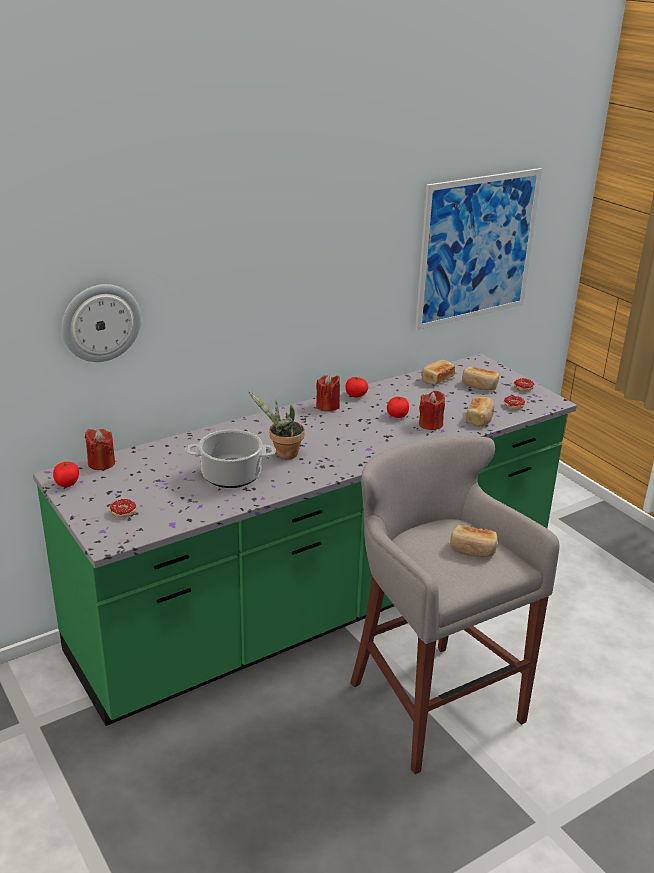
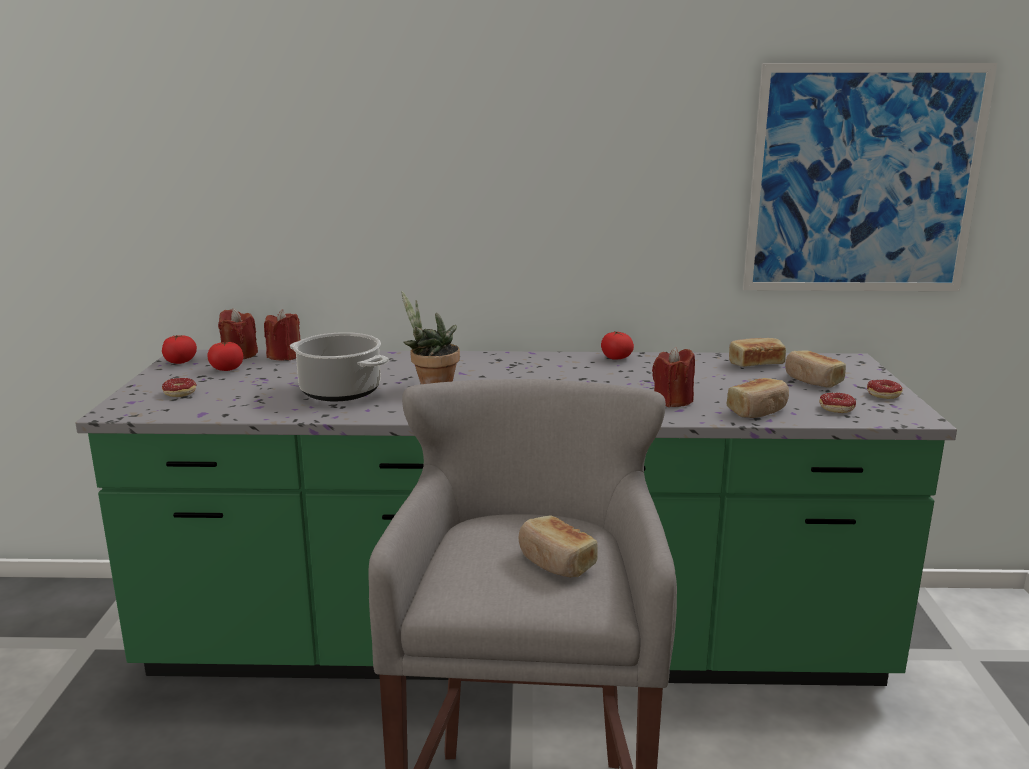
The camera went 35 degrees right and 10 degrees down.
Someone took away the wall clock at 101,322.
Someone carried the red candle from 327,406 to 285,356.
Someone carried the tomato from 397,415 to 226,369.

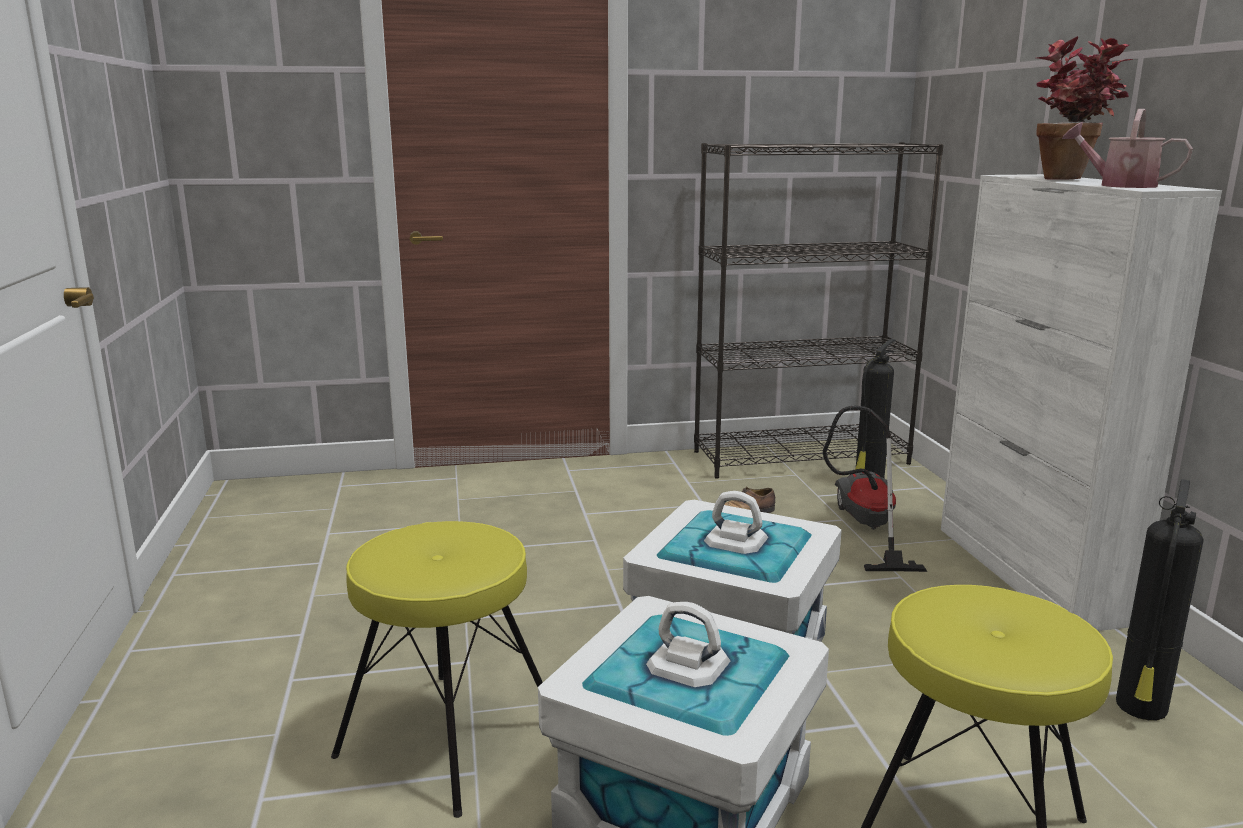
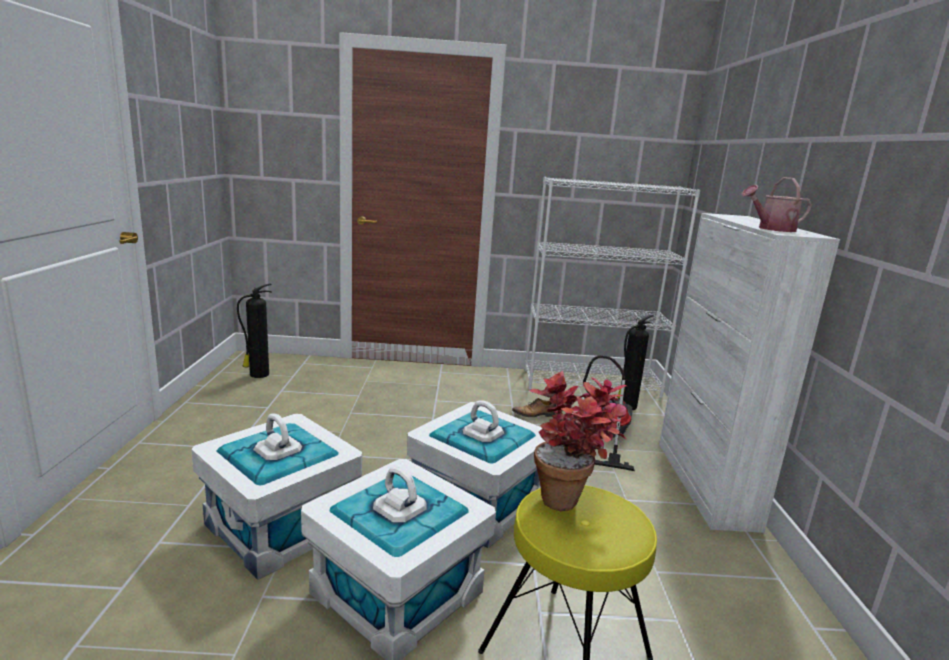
The camera went 10 degrees right and 0 degrees up.
Someone swapped the yellow stool at 450,738 for the white storage box at 282,526.
Someone repainted the black bookcase at 801,457, which became the white bookcase at 591,383.
Someone carried the potted plant from 1070,178 to 571,499.
Someone rotated the watering can at 1119,185 by 60 degrees counterclockwise.
Someone carried the fire extinguisher from 1140,709 to 258,375.

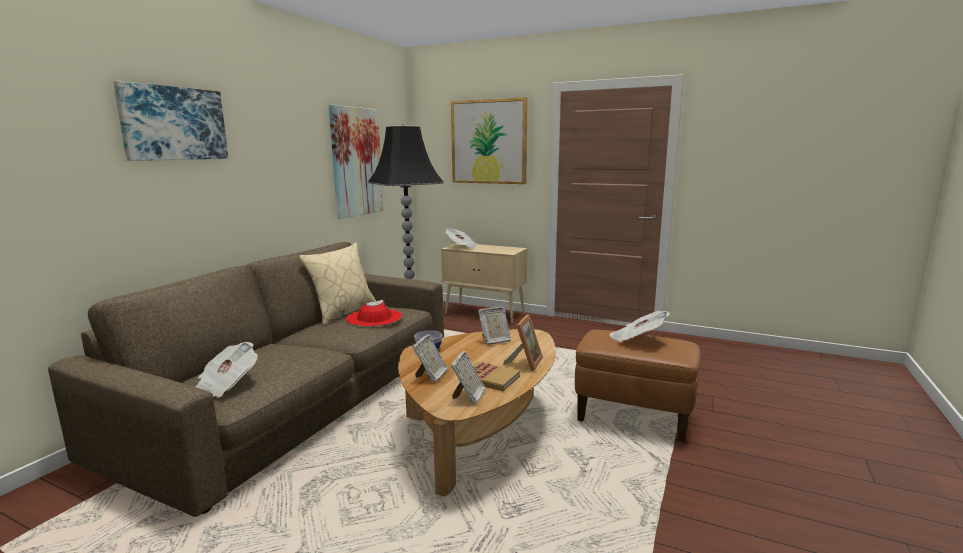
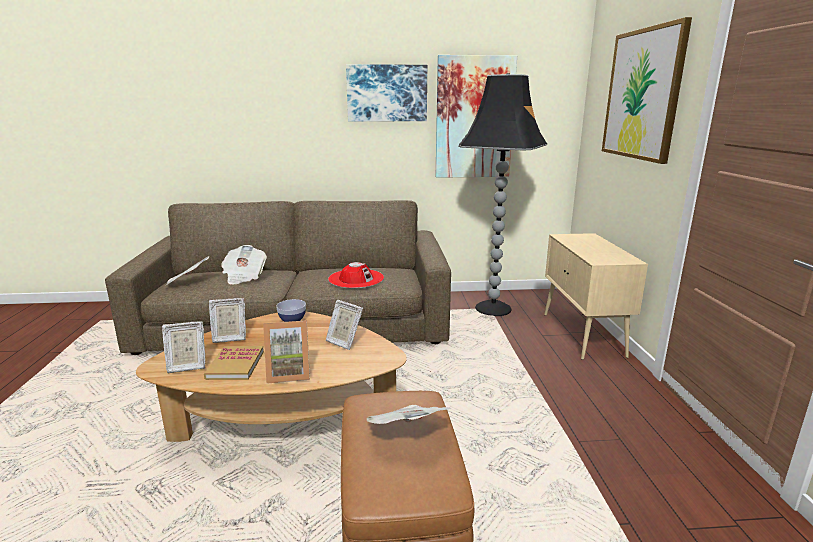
The camera went 60 degrees right and 5 degrees up.
Someone carried the picture from 174,123 to 387,93.
Someone took away the beige pillow at 343,312.
Someone carried the newspaper from 461,247 to 244,276.

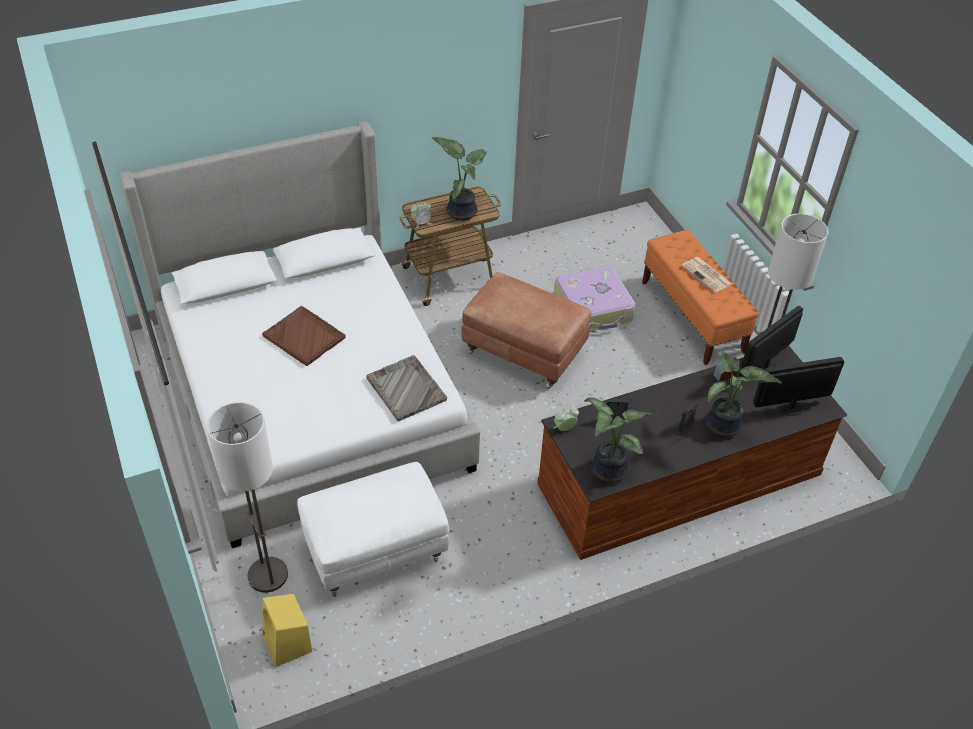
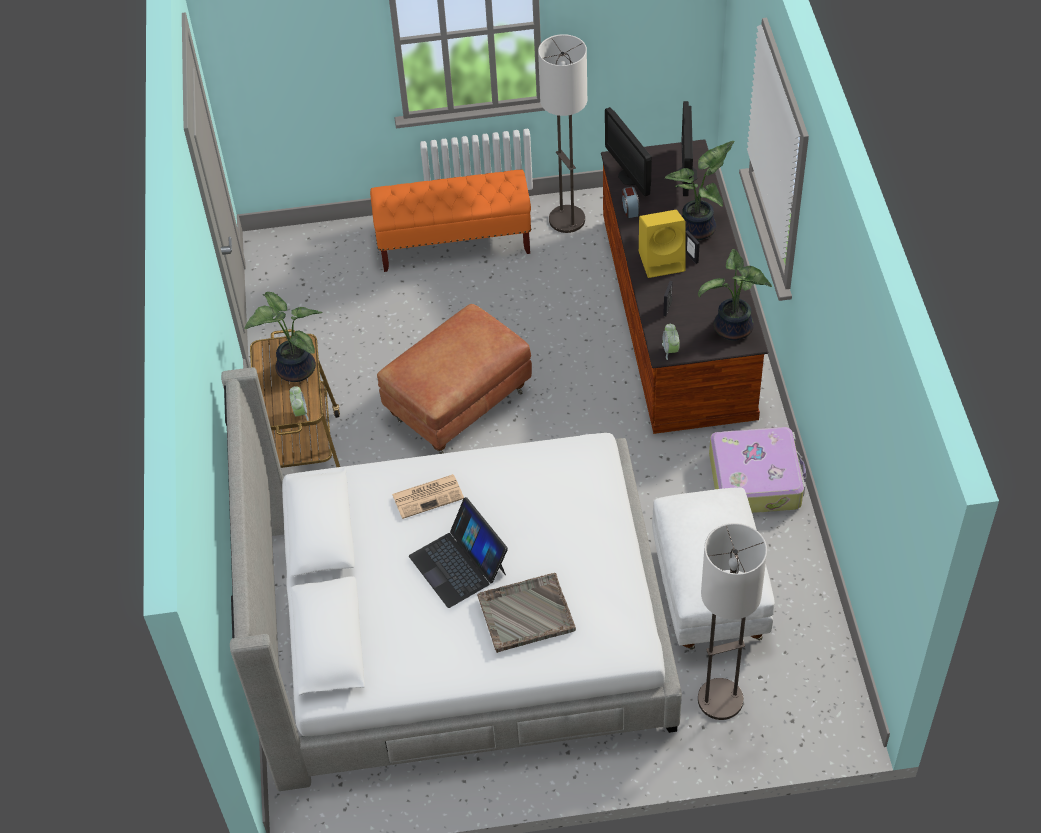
The camera went 70 degrees left and 5 degrees up.
Someone swapped the brown tray at 304,337 for the laptop at 458,564.
Someone carried the yellow speaker from 288,644 to 663,260.
Someone carried the grey tray from 406,388 to 525,614.
Someone carried the suitcase from 593,309 to 755,479.
Someone carried the newspaper from 707,275 to 428,496.

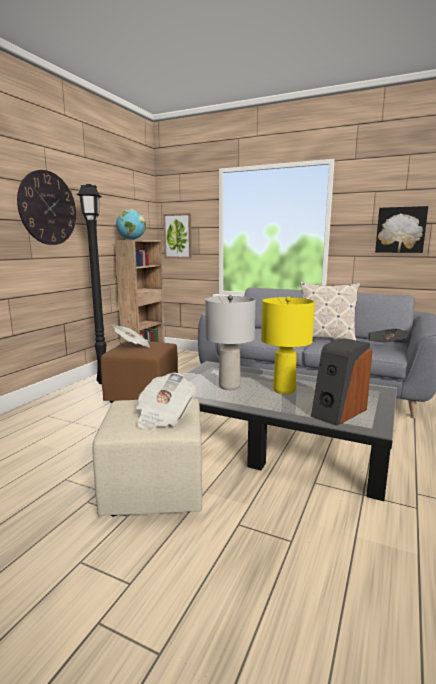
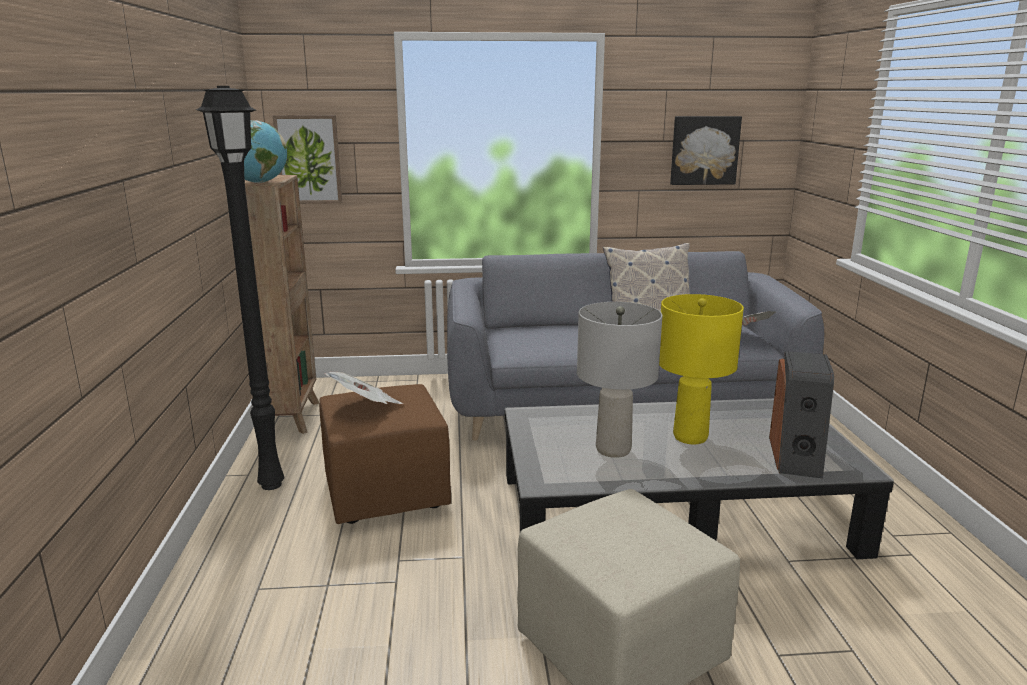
The camera went 30 degrees left and 5 degrees up.
Someone took away the wall clock at 48,208.
Someone took away the newspaper at 164,416.

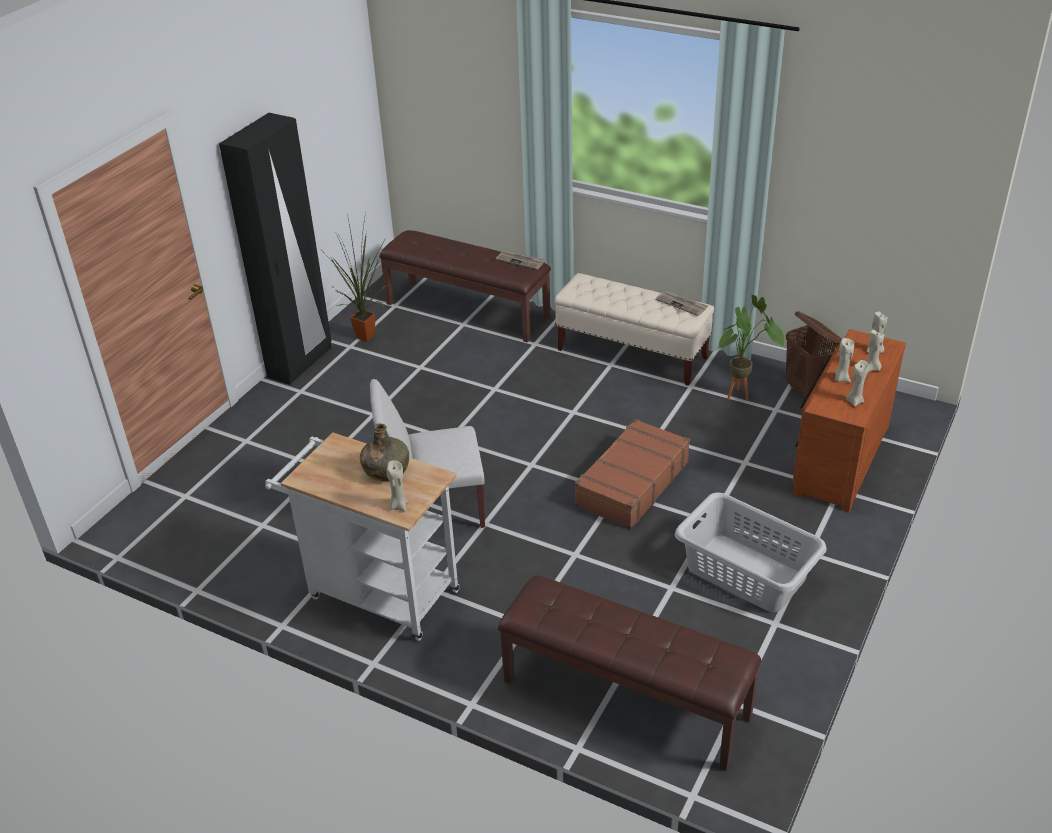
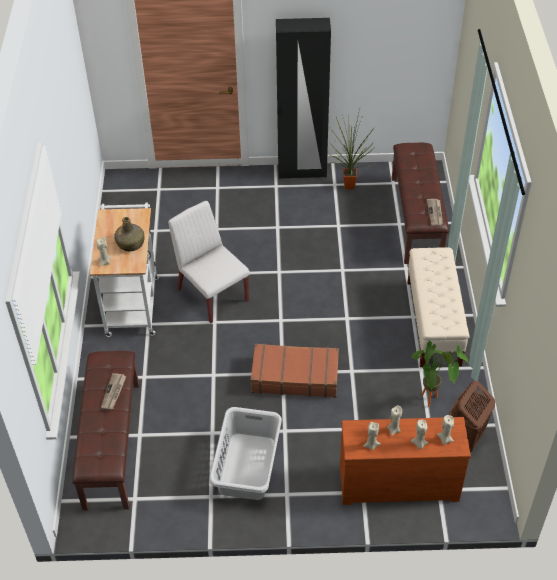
The camera went 60 degrees right and 10 degrees up.
Someone carried the newspaper from 682,304 to 114,392.

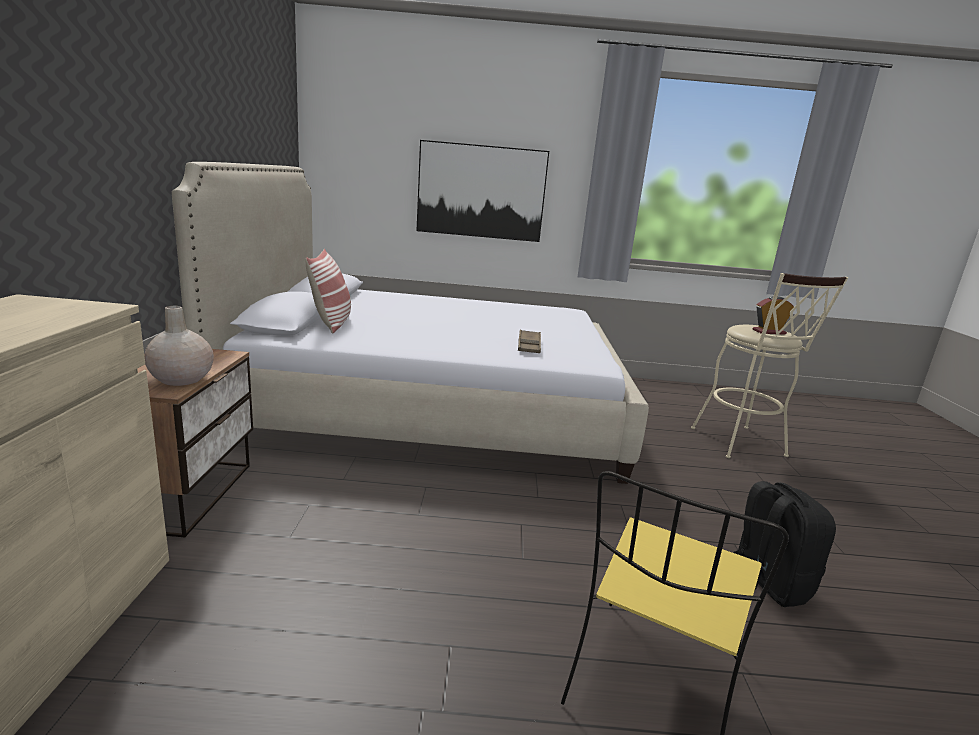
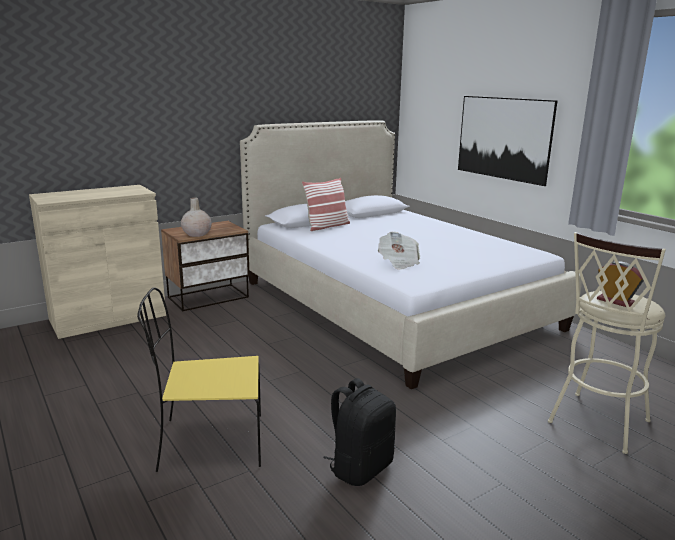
The camera went 55 degrees right and 0 degrees up.
Someone swapped the brown tray at 529,345 for the newspaper at 398,262.

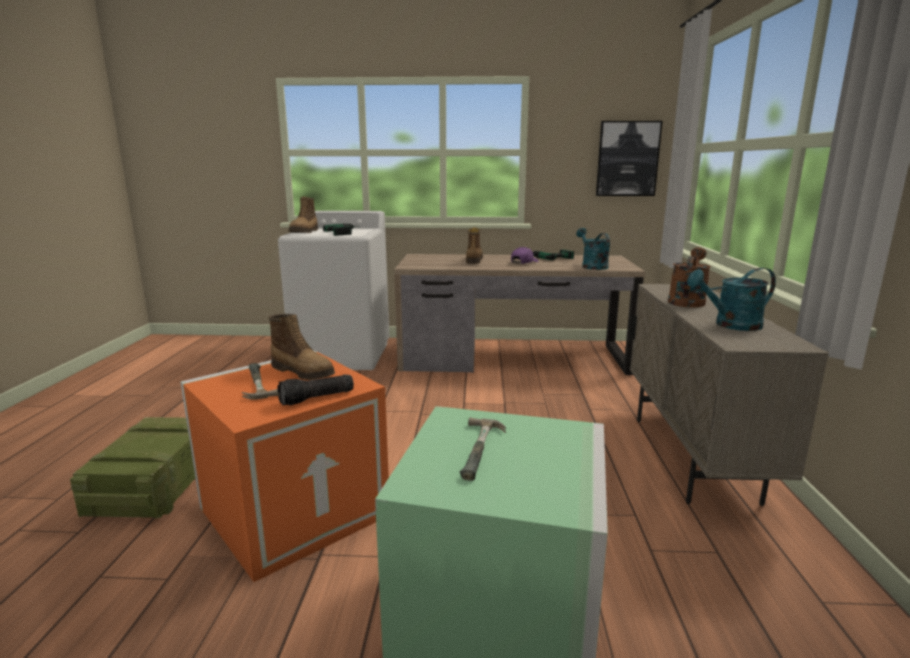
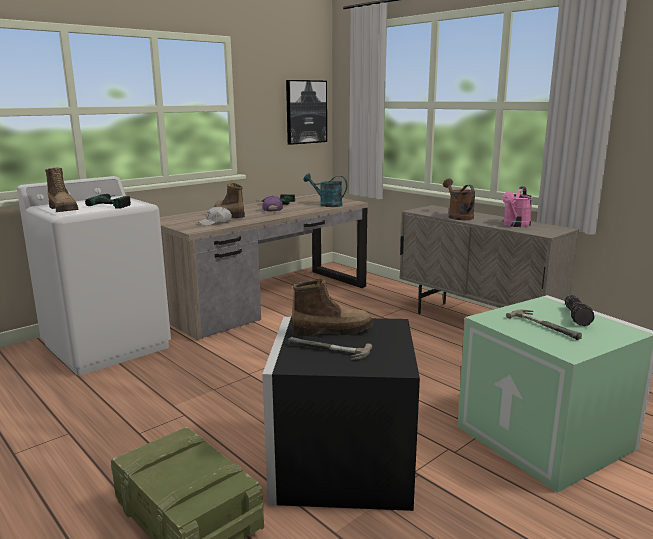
The camera went 45 degrees left and 0 degrees up.
Someone repainted the orange storage box at 295,509, which became the black storage box at 340,461.
Someone carried the flashlight from 317,398 to 577,317.
Someone repainted the turquoise watering can at 731,325, which became the pink watering can at 515,225.
Someone put down the white cap at 215,223.

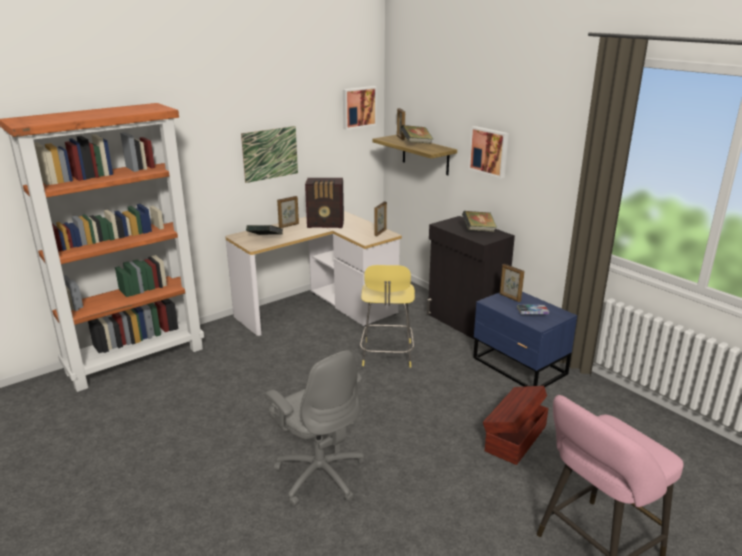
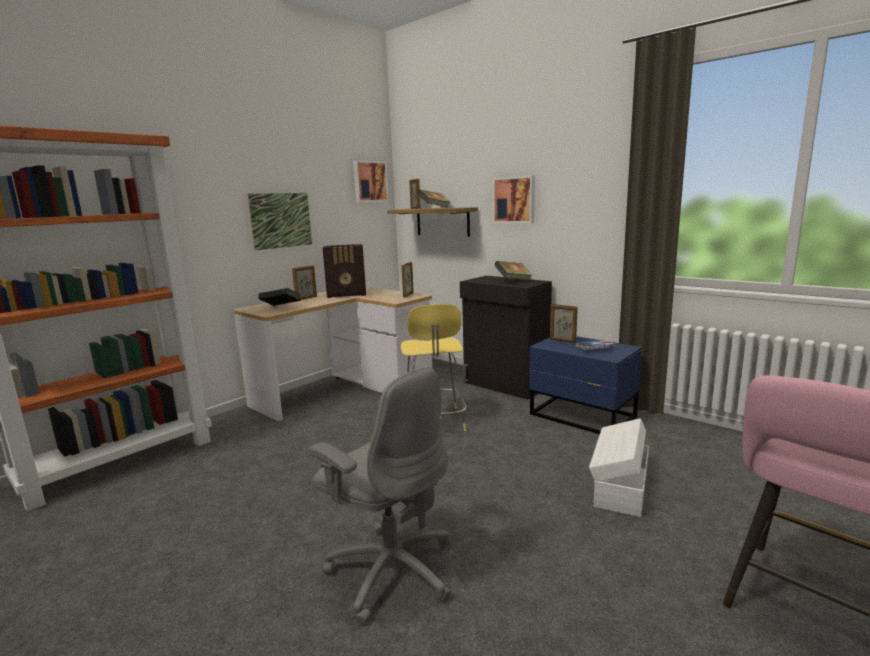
The camera went 10 degrees left and 10 degrees down.
Someone repainted the brown storage box at 514,438, which became the white storage box at 619,487.

